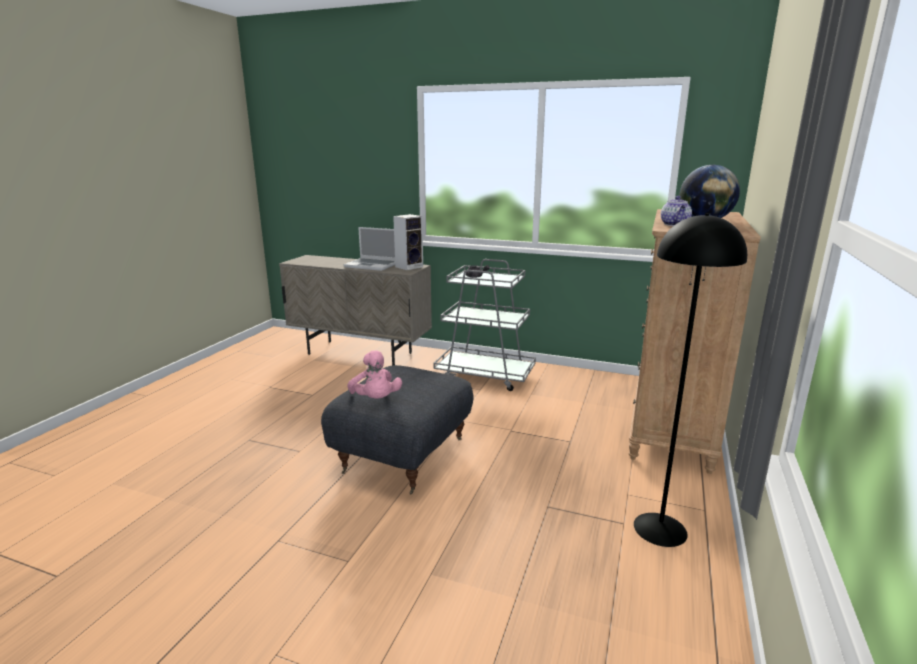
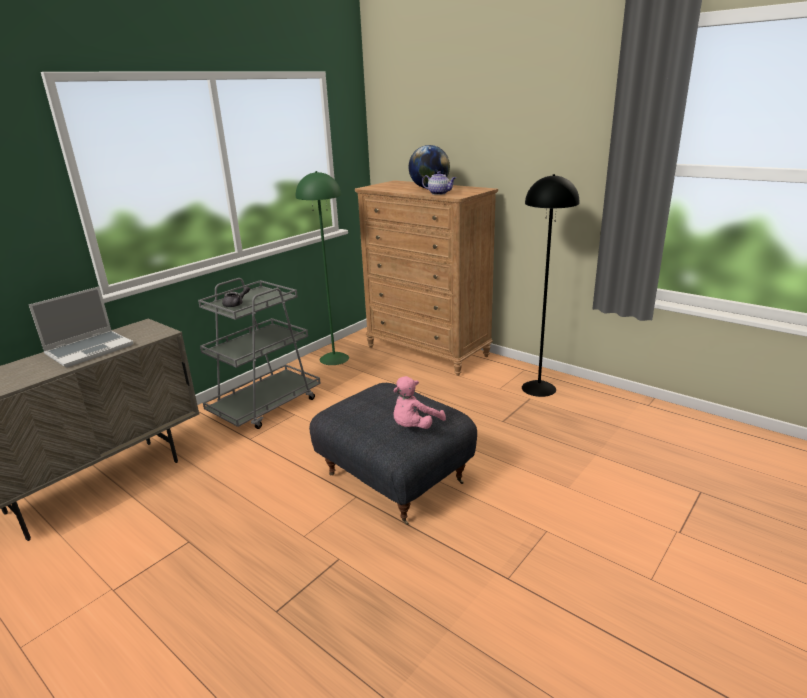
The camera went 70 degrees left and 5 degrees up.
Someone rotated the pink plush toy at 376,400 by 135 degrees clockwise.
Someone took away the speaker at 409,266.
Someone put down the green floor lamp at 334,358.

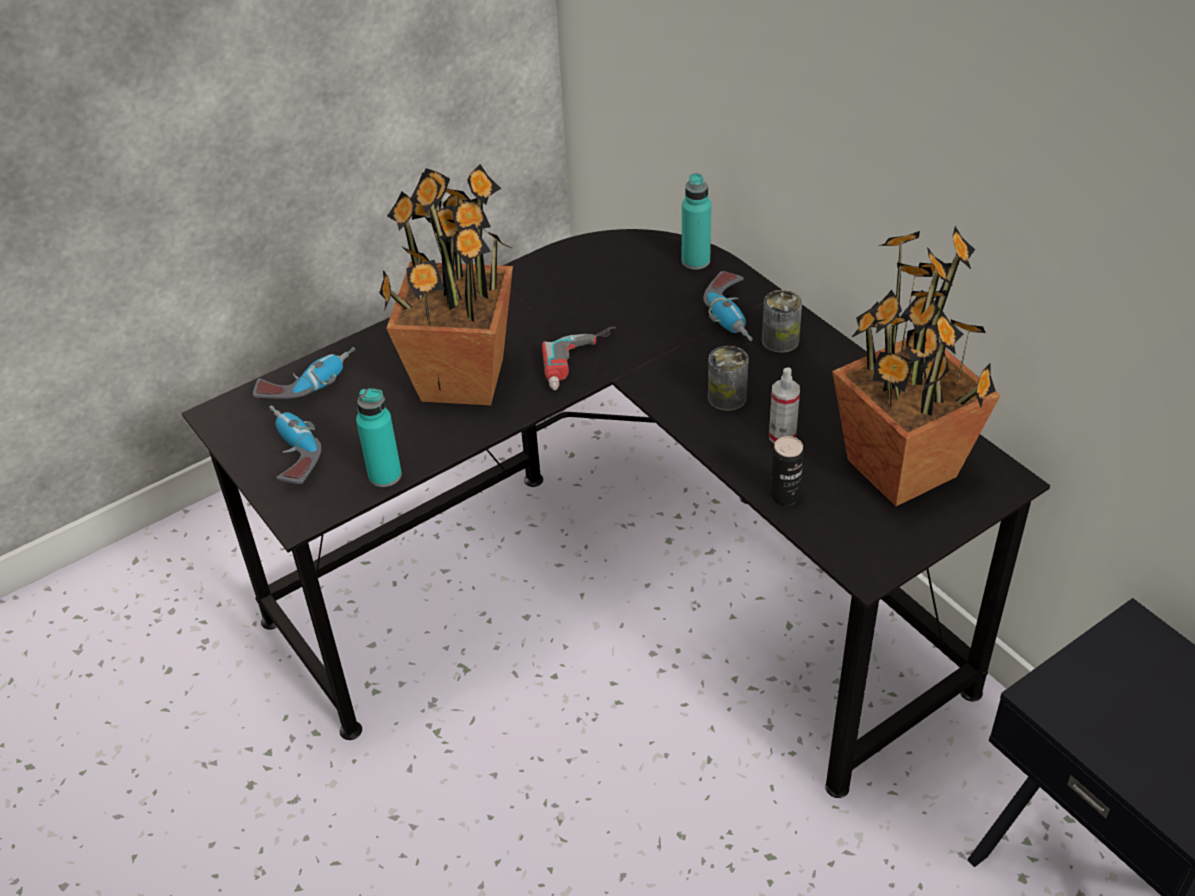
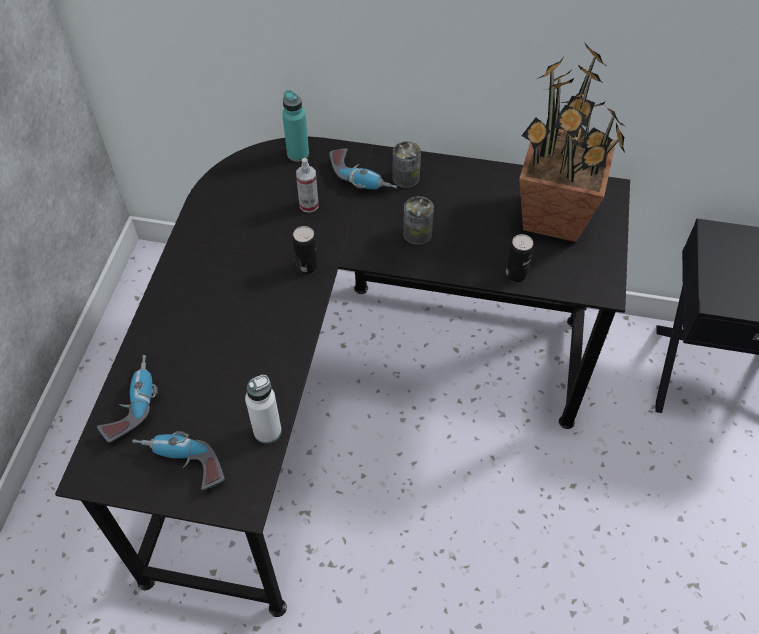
The camera went 45 degrees left and 10 degrees up.
Someone repainted the turquoise bottle at 385,475, which became the white bottle at 267,431.
Someone took away the potted plant at 462,378.
Someone swapped the power drill at 582,363 for the can at 307,266.
Someone carried the spray bottle from 782,436 to 309,205.

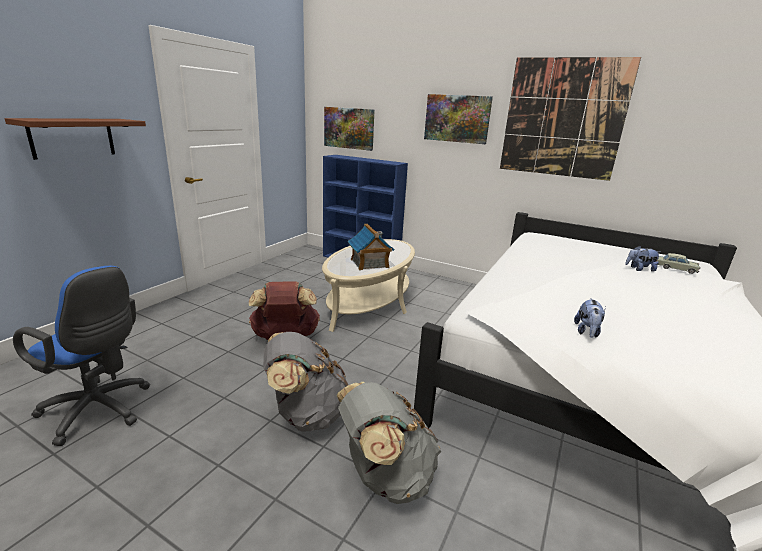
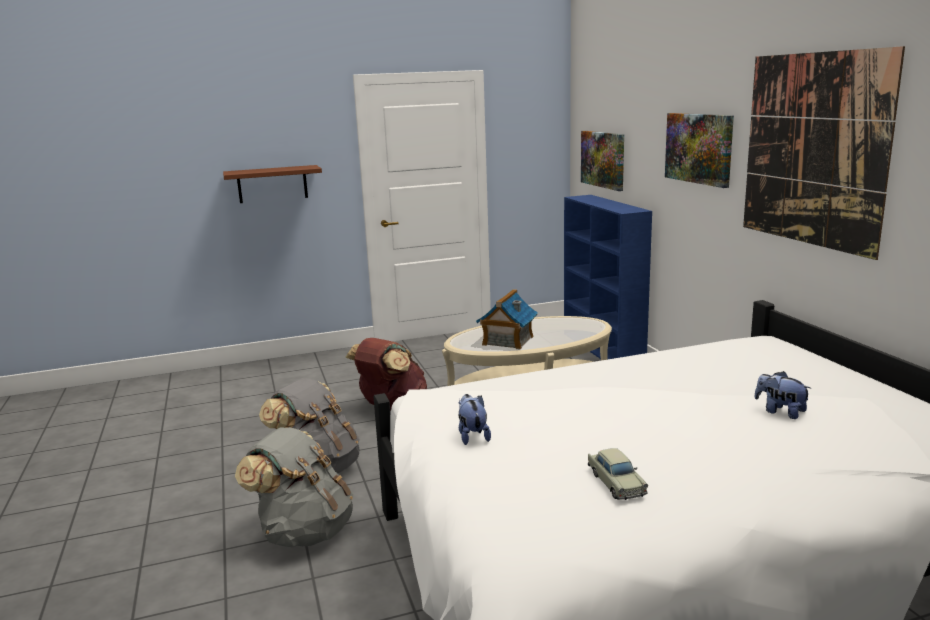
The camera went 45 degrees right and 5 degrees down.
Someone took away the blue office chair at 100,411.
Someone rotated the plush toy at 587,332 by 105 degrees clockwise.
Someone carried the beige toy car from 675,268 to 616,482.

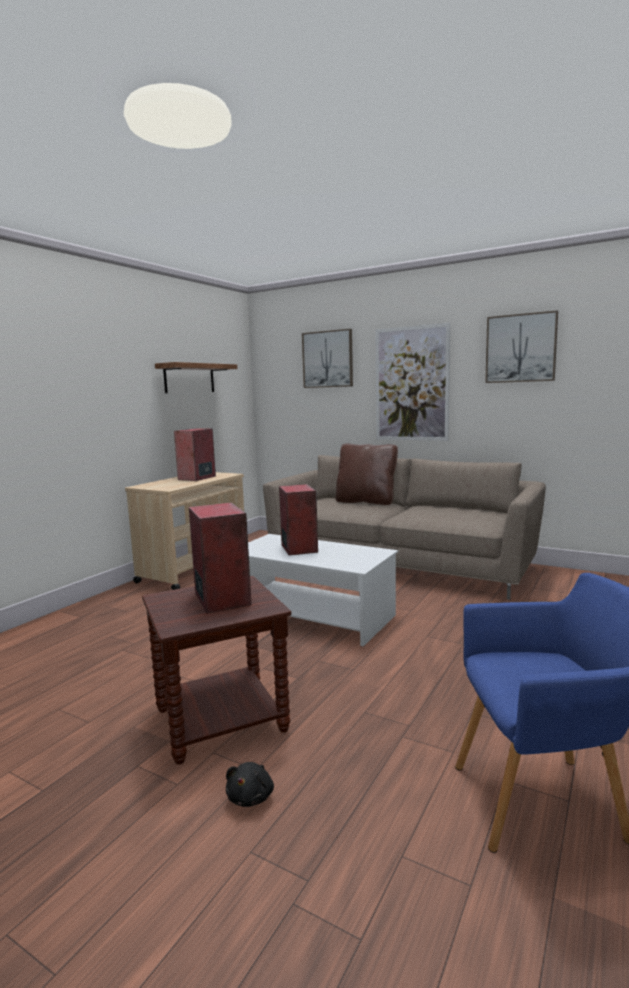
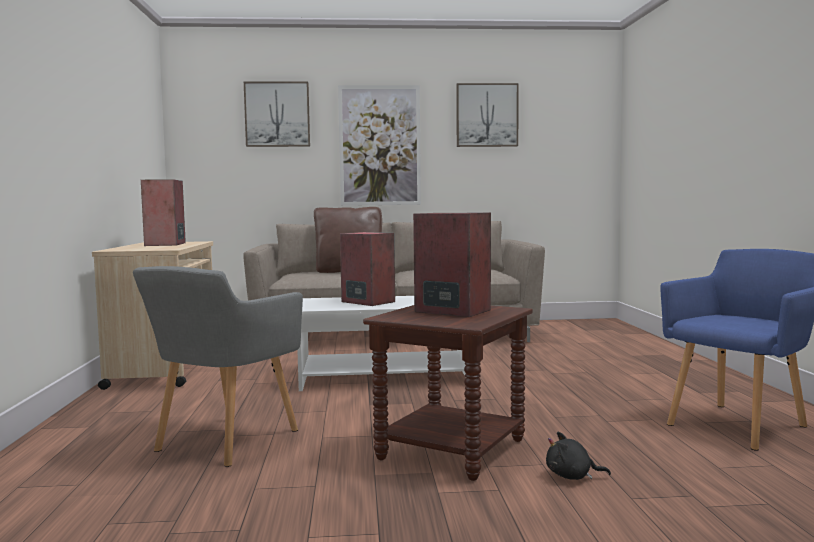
The camera went 35 degrees left and 5 degrees down.
Someone took away the shelf at 189,378.
Someone rotated the black plush toy at 251,797 by 120 degrees clockwise.
Someone put down the grey armchair at 222,442.

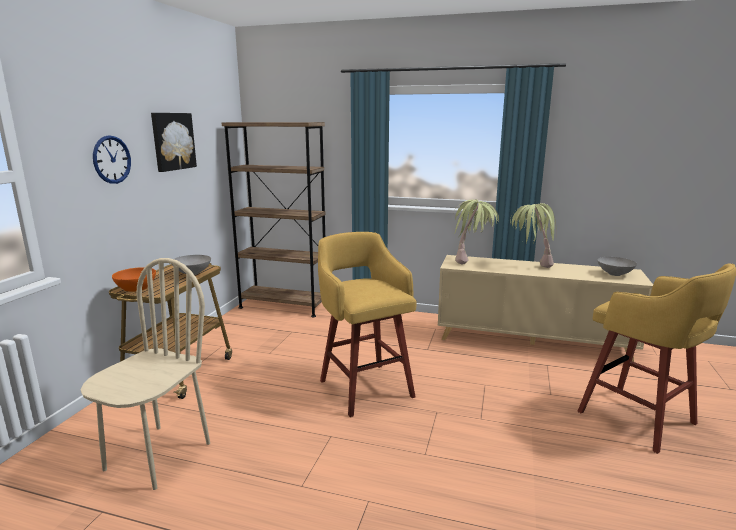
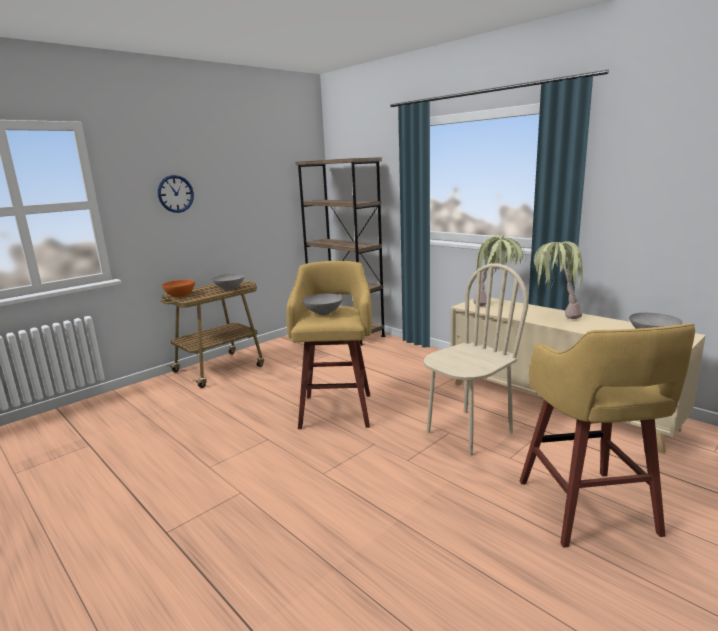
The camera went 30 degrees right and 0 degrees up.
Someone carried the beige chair from 158,456 to 468,432.
Someone took away the picture at 172,141.
Someone put down the grey bowl at 323,313.

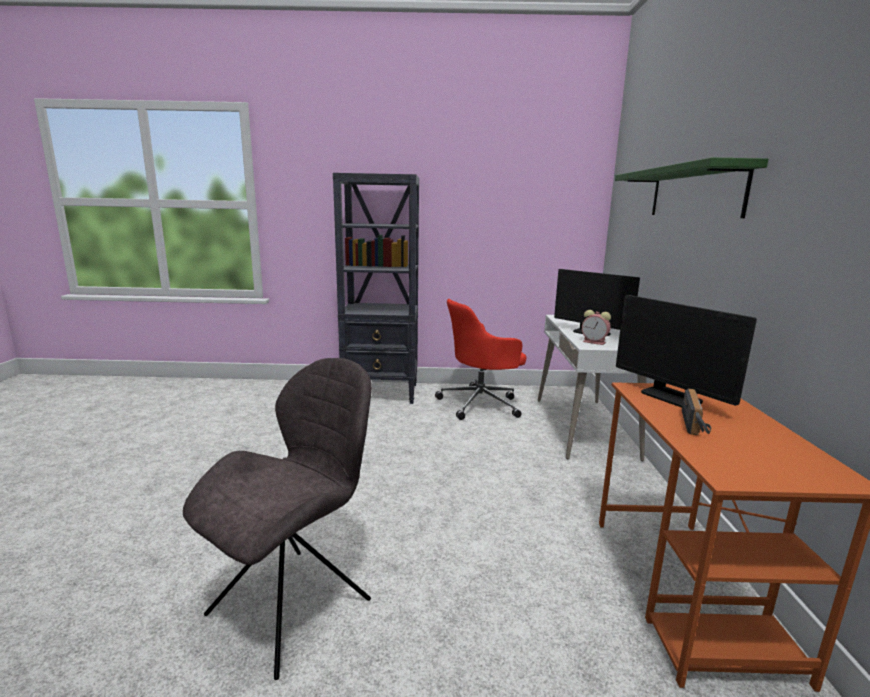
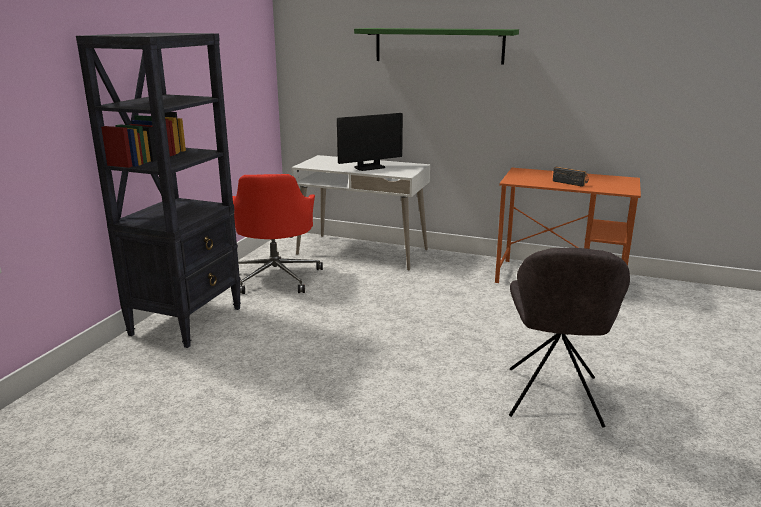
The camera went 70 degrees left and 5 degrees up.
Someone rotated the grey chair at 295,603 by 135 degrees counterclockwise.
Someone took away the alarm clock at 595,342.
Someone took away the monitor at 671,397.

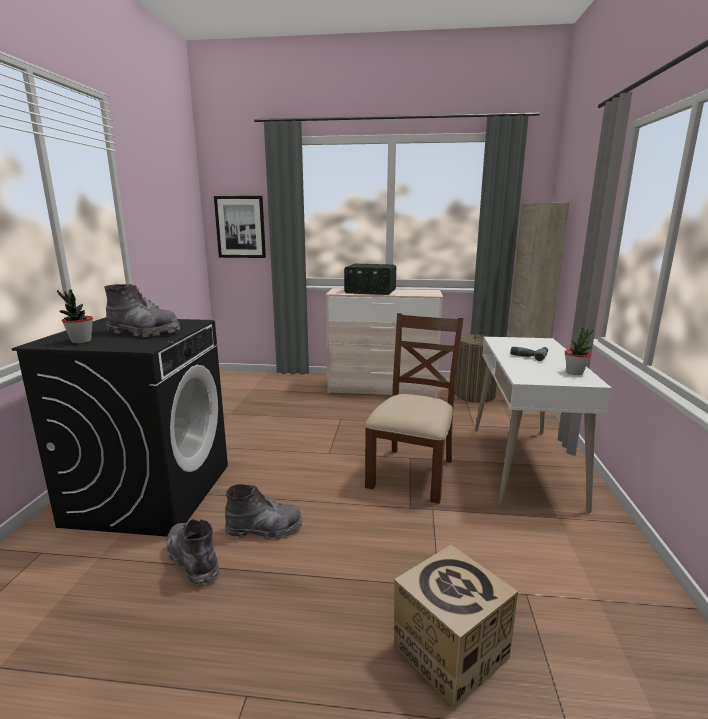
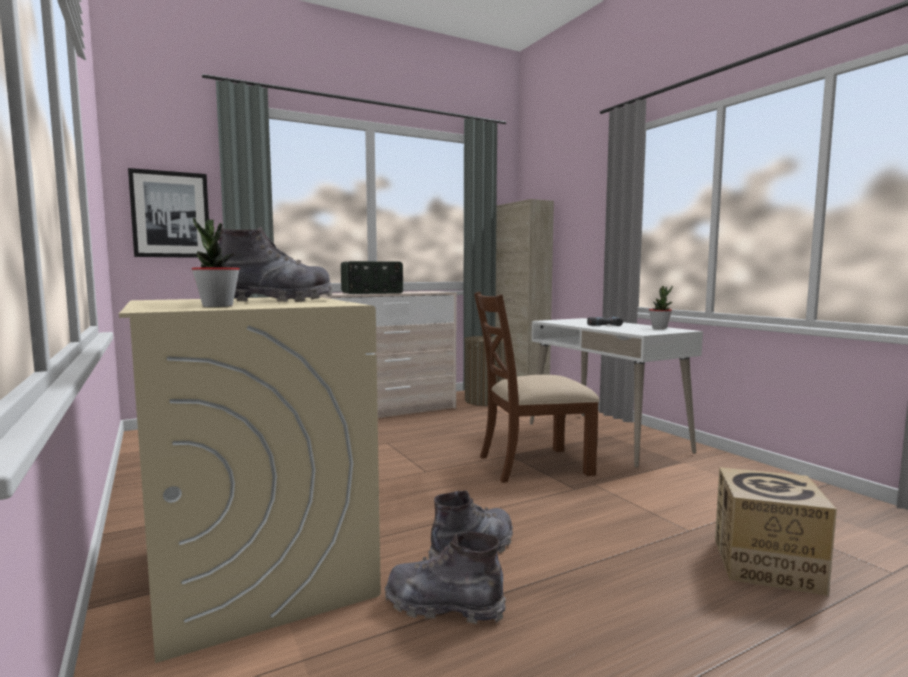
The camera went 35 degrees left and 10 degrees down.
Someone repainted the black washing machine at 151,493, which became the beige washing machine at 258,570.
Someone rotated the brown chair at 412,473 by 90 degrees counterclockwise.

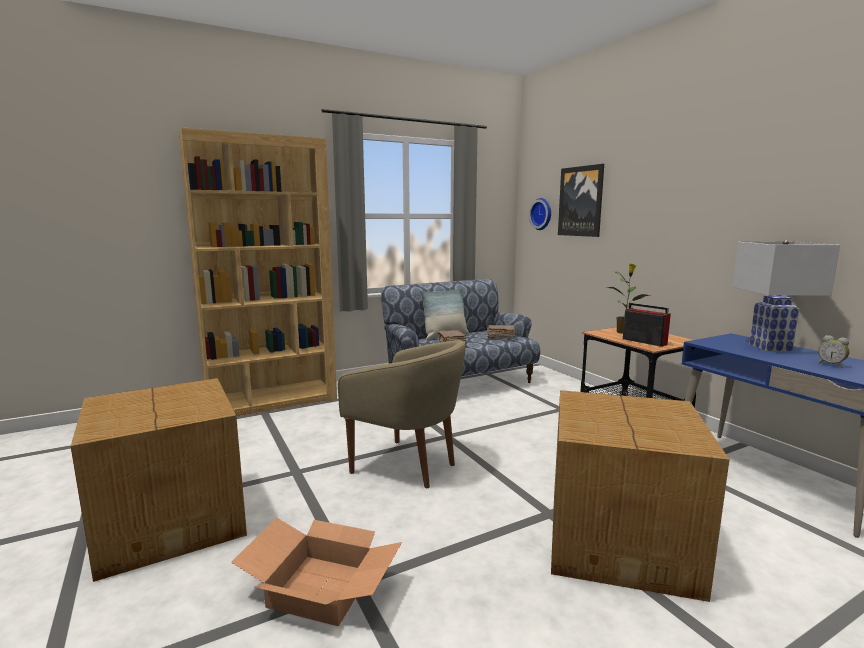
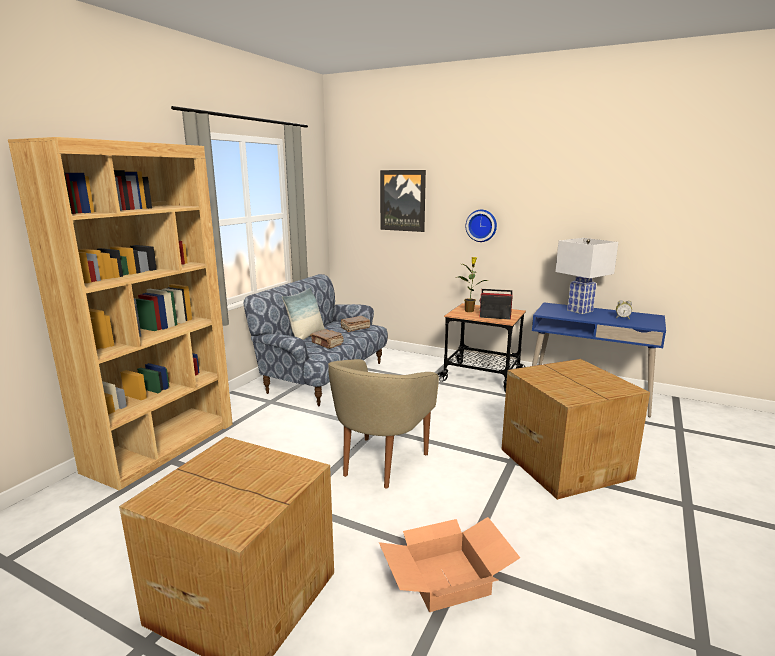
The camera went 35 degrees left and 5 degrees up.
Someone rotated the beige armchair at 408,466 by 120 degrees clockwise.
Someone carried the wall clock from 542,214 to 481,225.

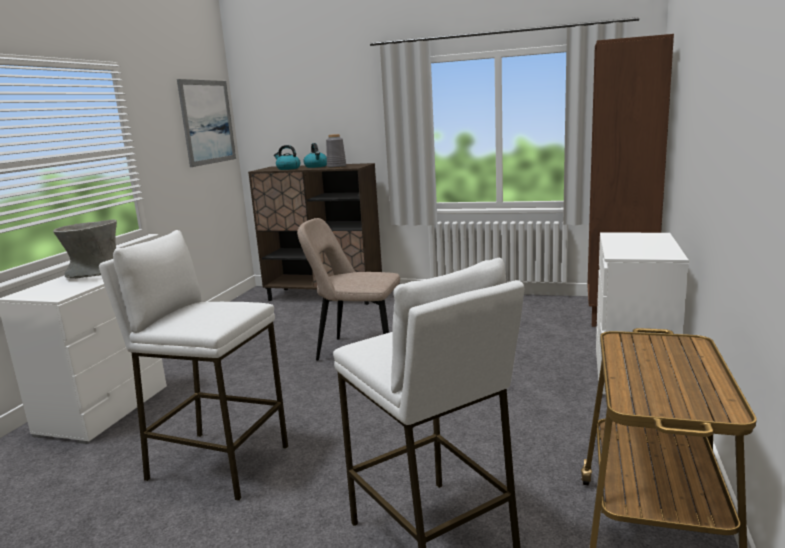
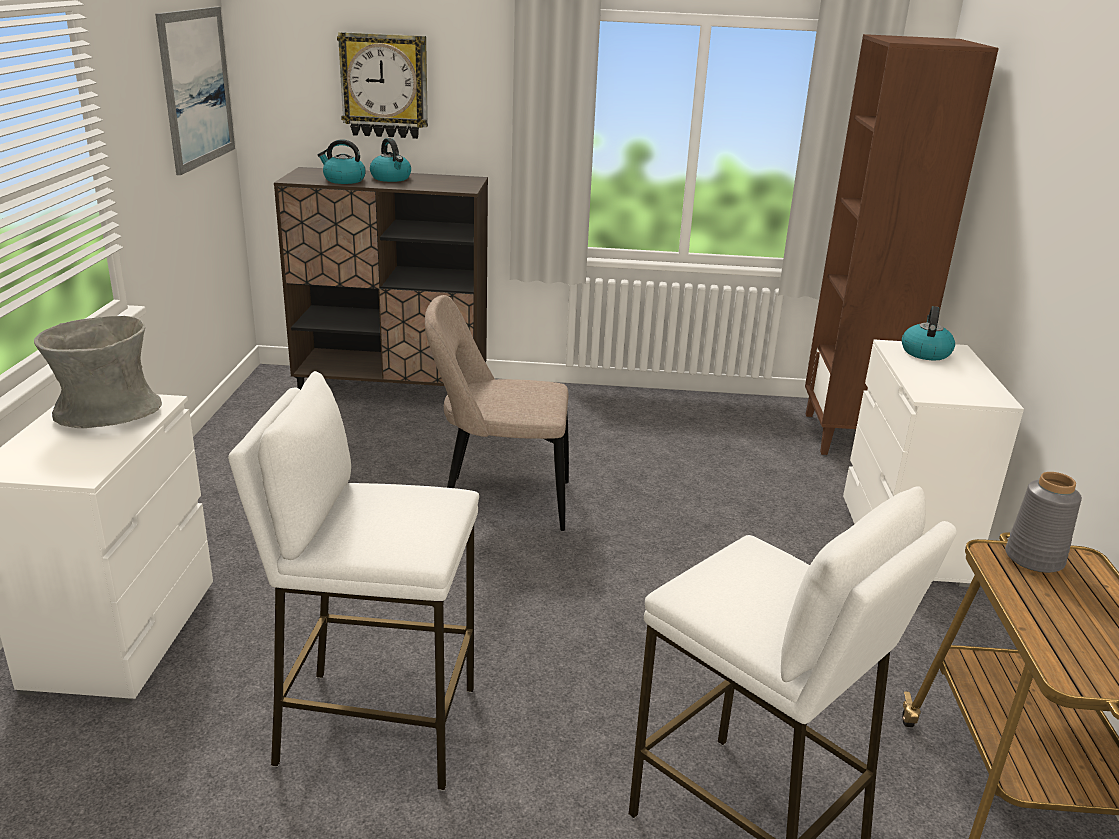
The camera went 15 degrees left and 10 degrees up.
Someone carried the grey vase from 337,167 to 1035,559.
Someone put up the wall clock at 384,86.
Someone put down the kettle at 925,352.

